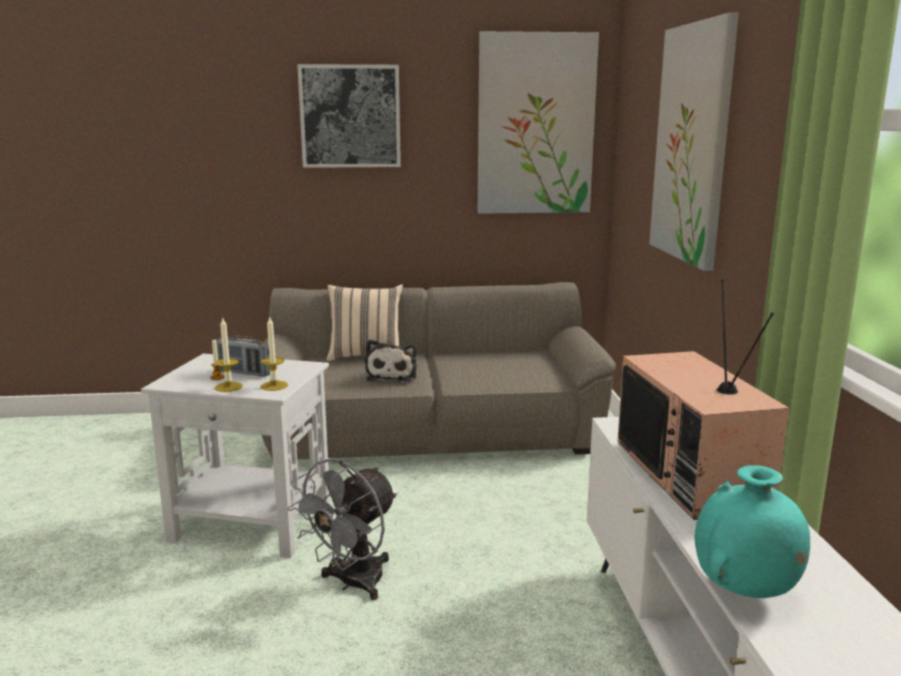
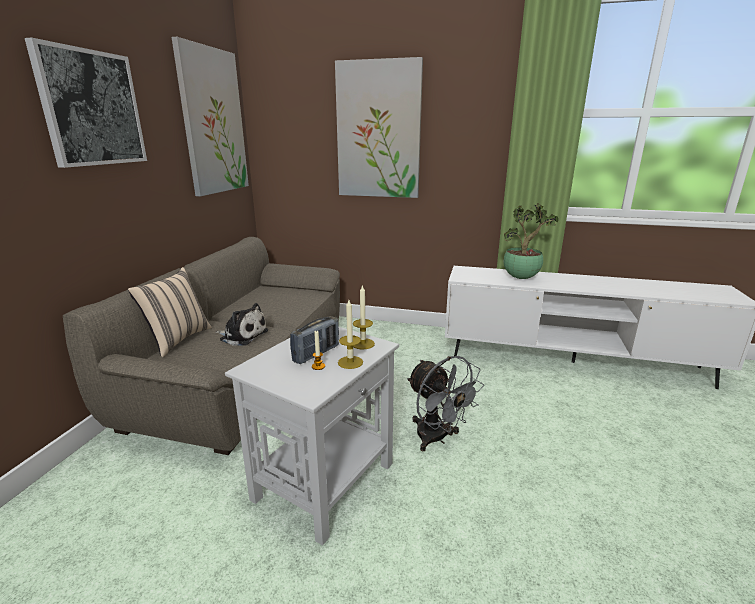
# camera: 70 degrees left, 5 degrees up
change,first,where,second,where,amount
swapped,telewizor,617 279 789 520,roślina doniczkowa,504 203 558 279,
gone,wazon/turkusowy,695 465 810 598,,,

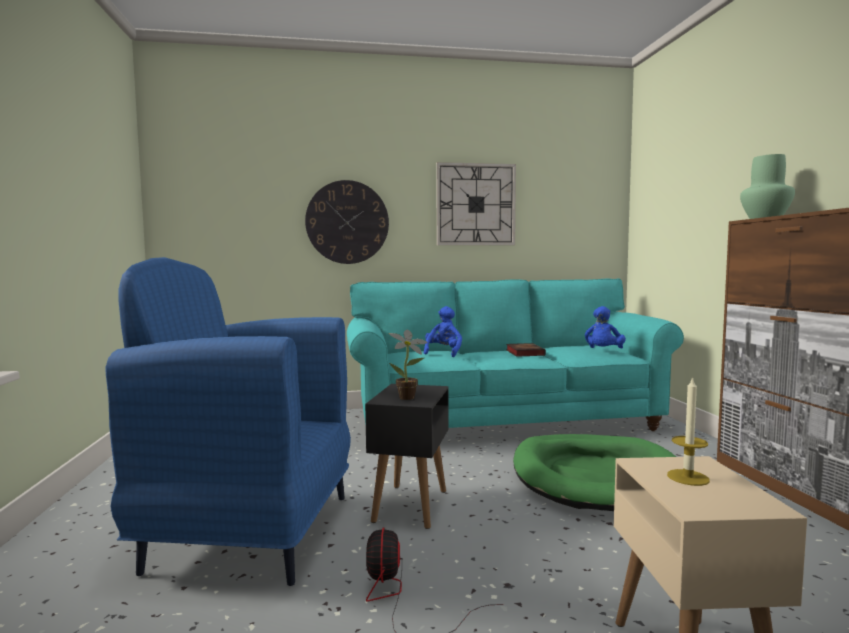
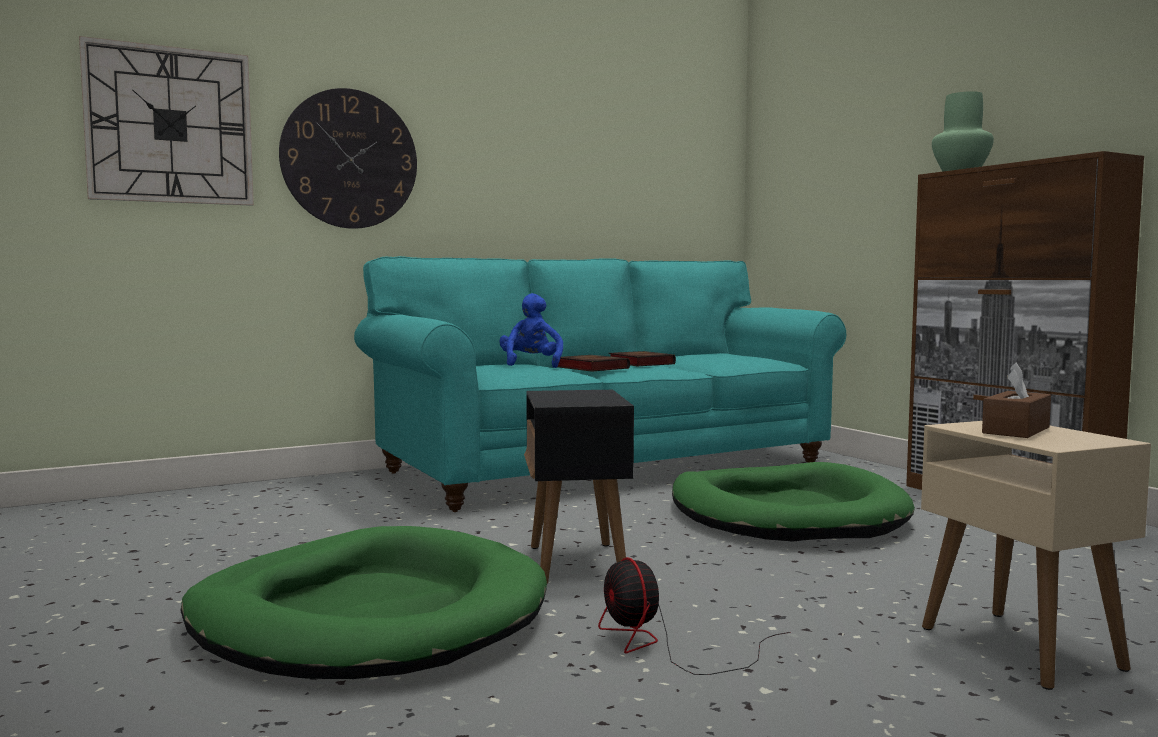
# camera: 20 degrees left, 0 degrees up
change,first,where,second,where,amount
shifted,zegar ścienny,436 162 516 245,,79 36 254 206,
swapped,fotel/niebieski,105 257 351 586,legowisko/zielony,180 526 547 679,
new,,,książka,557 355 630 372,
swapped,świeca,667 376 710 486,pudełko chusteczek/brązowy,982 363 1051 438,
gone,roślina doniczkowa,388 329 428 400,,,
gone,pluszak/niebieski,585 306 626 349,,,

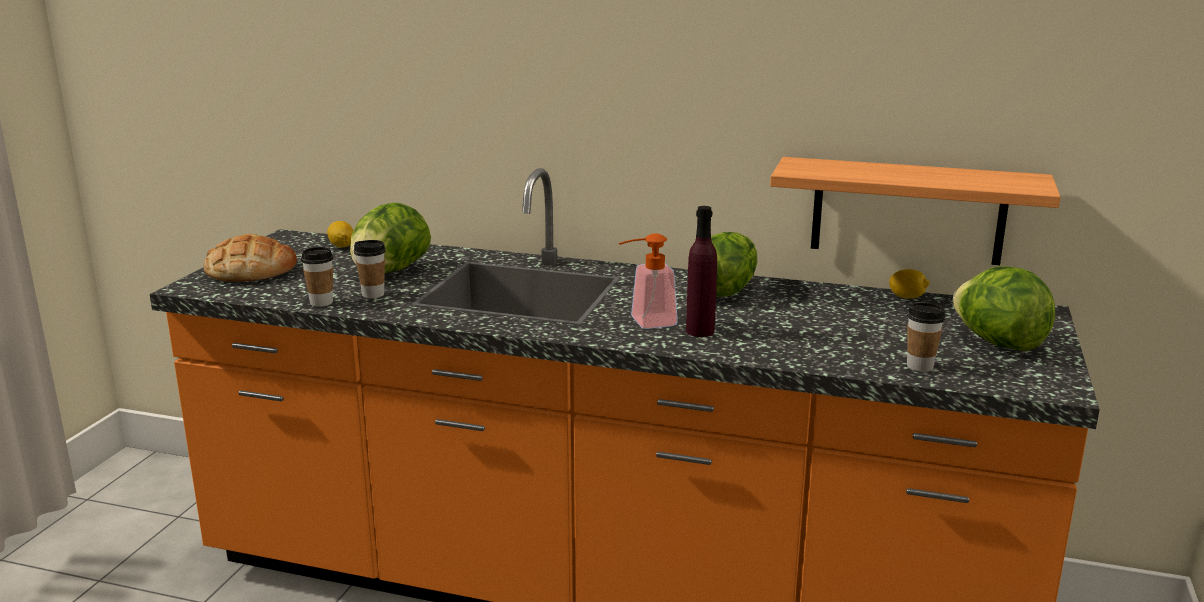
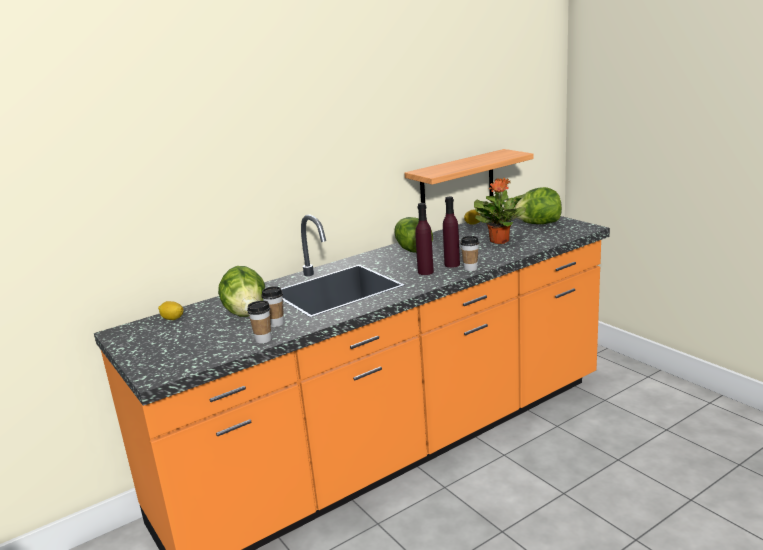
# camera: 50 degrees left, 0 degrees up
change,first,where,second,where,amount
swapped,dozownik mydła,619 233 678 329,butelka/fioletowy,415 203 434 275,
shifted,filiżanka,907 302 945 372,,460 236 479 271,
new,,,roślina doniczkowa,474 178 526 244,
gone,chleb,203 234 297 282,,,

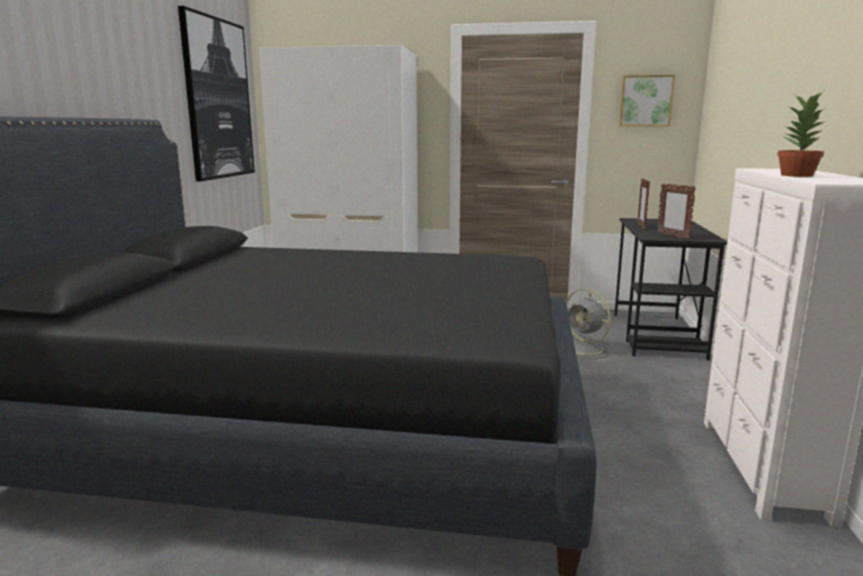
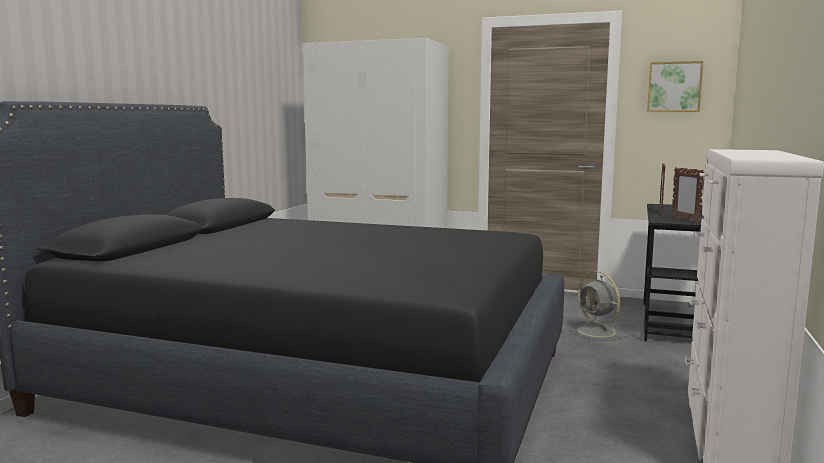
# camera: 10 degrees right, 5 degrees down
change,first,where,second,where,amount
gone,obraz,178 6 255 181,,,
gone,roślina doniczkowa,777 92 824 177,,,

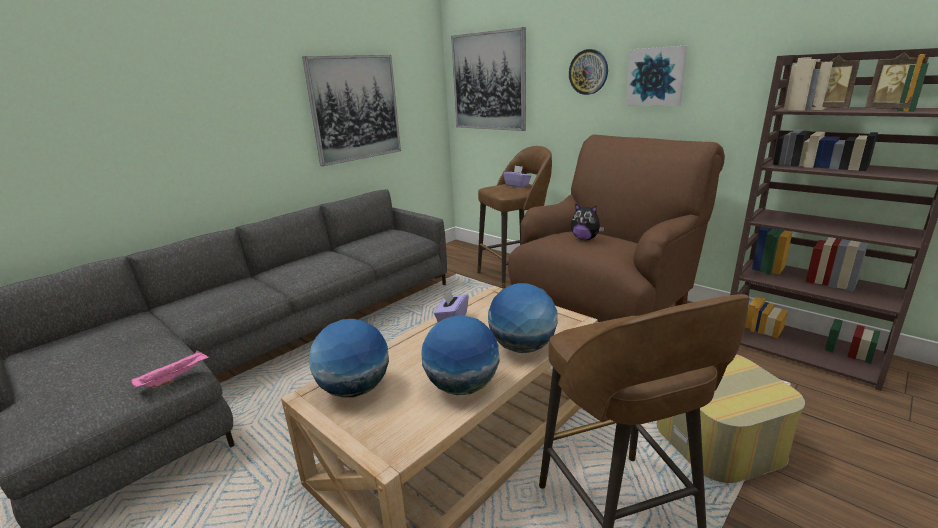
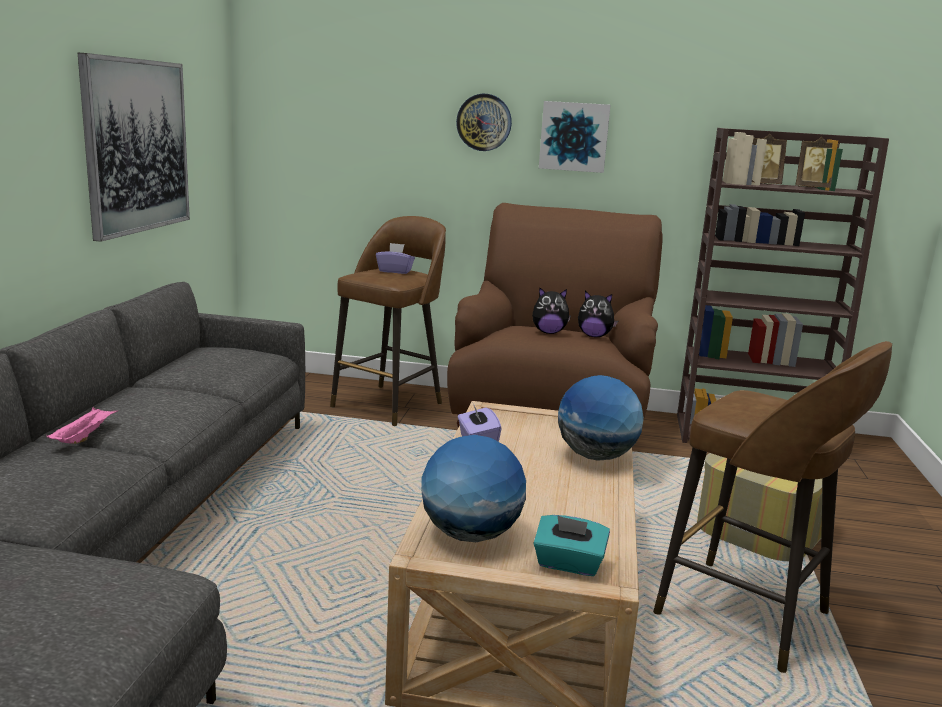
# camera: 35 degrees left, 5 degrees down
change,first,where,second,where,amount
shifted,taca/różowy,131 350 209 388,,47 407 118 444,
new,,,pudełko chusteczek/turkusowy,533 515 610 576,
new,,,pluszak,578 291 618 337,
gone,globus,421 315 500 395,,,
gone,obraz,451 27 526 131,,,

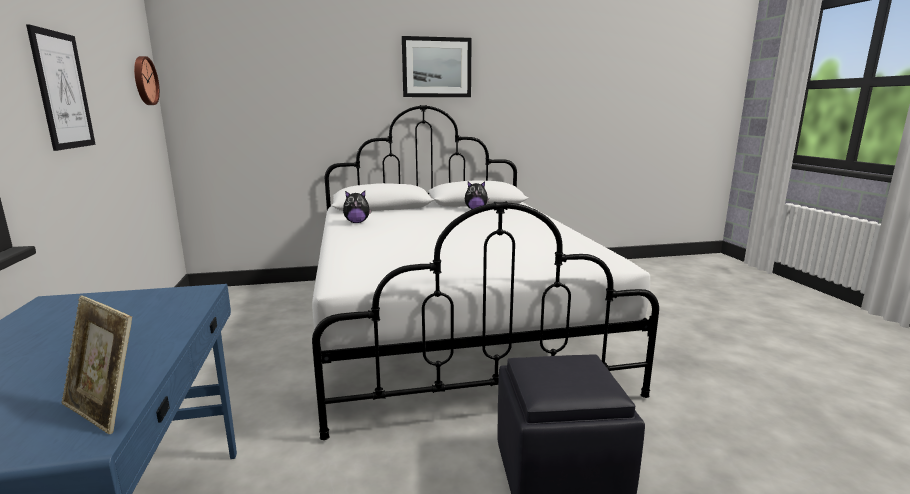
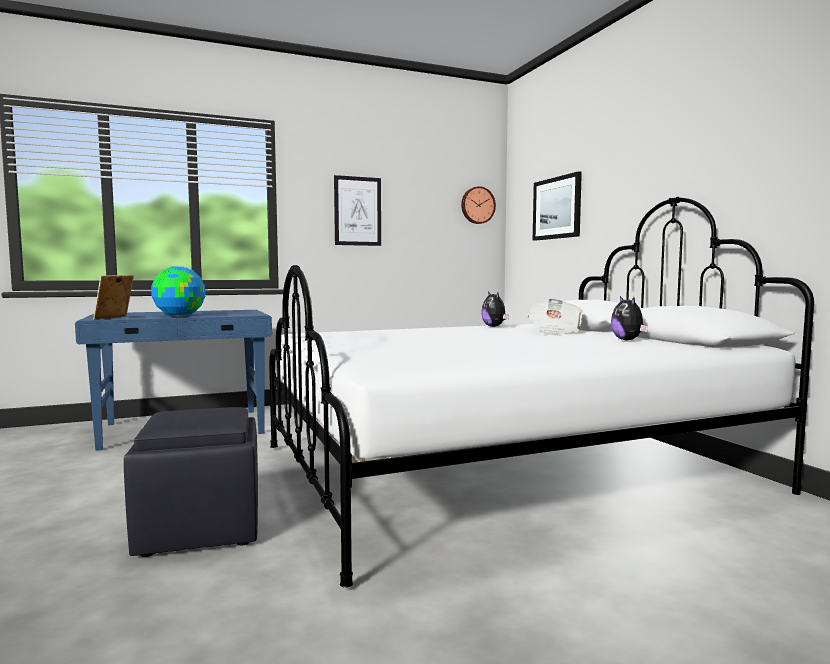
# camera: 80 degrees right, 10 degrees down
change,first,where,second,where,amount
new,,,globus,151 266 205 317,
new,,,gazeta,528 299 583 335,
shifted,obraz,402 36 472 97,,533 171 582 241,

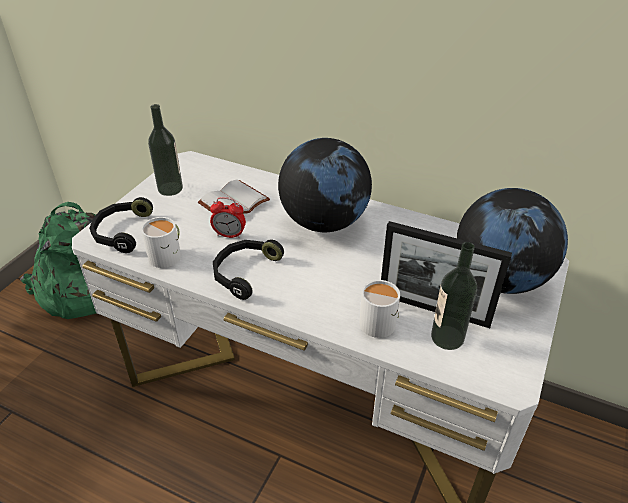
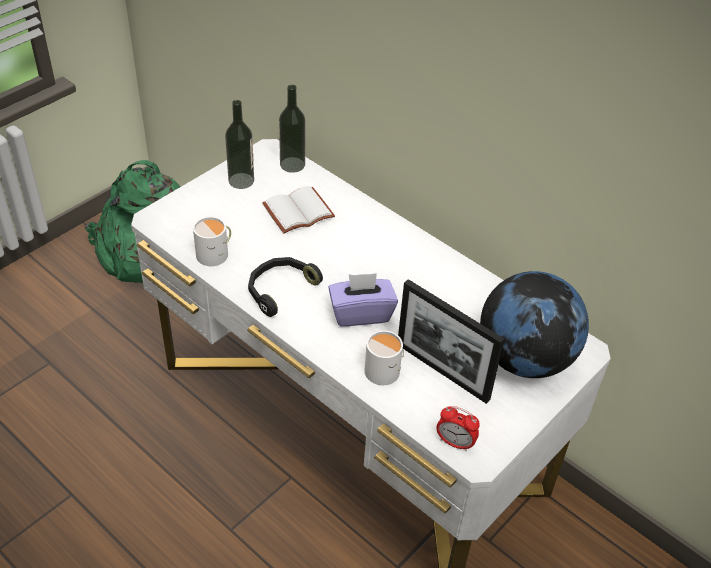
# camera: 15 degrees right, 5 degrees up
change,first,where,second,where,amount
shifted,butelka,431 242 477 350,,279 85 305 173,
new,,,pudełko chusteczek/fioletowy,328 273 398 327,
shifted,budzik,210 197 246 238,,436 406 480 451,
gone,słuchawki/czarny,89 197 153 253,,,
gone,globus,278 138 372 232,,,

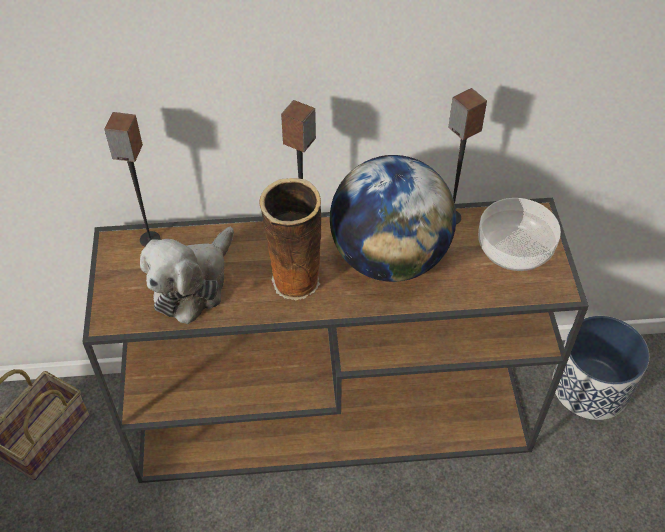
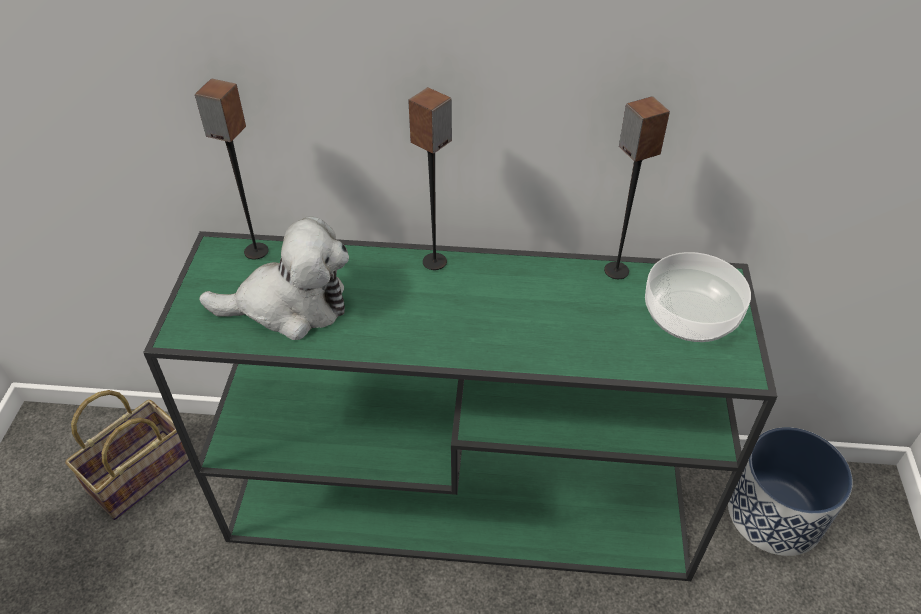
# camera: 10 degrees right, 5 degrees down
change,first,where,second,where,amount
repainted,stolik konsolowy/brązowy,82 198 589 483,stolik konsolowy/zielony,143 231 778 581,
rotated,pluszak,140 227 234 324,,199 216 349 340,135 degrees counterclockwise
gone,wazon,260 178 321 300,,,
gone,globus,330 155 456 282,,,

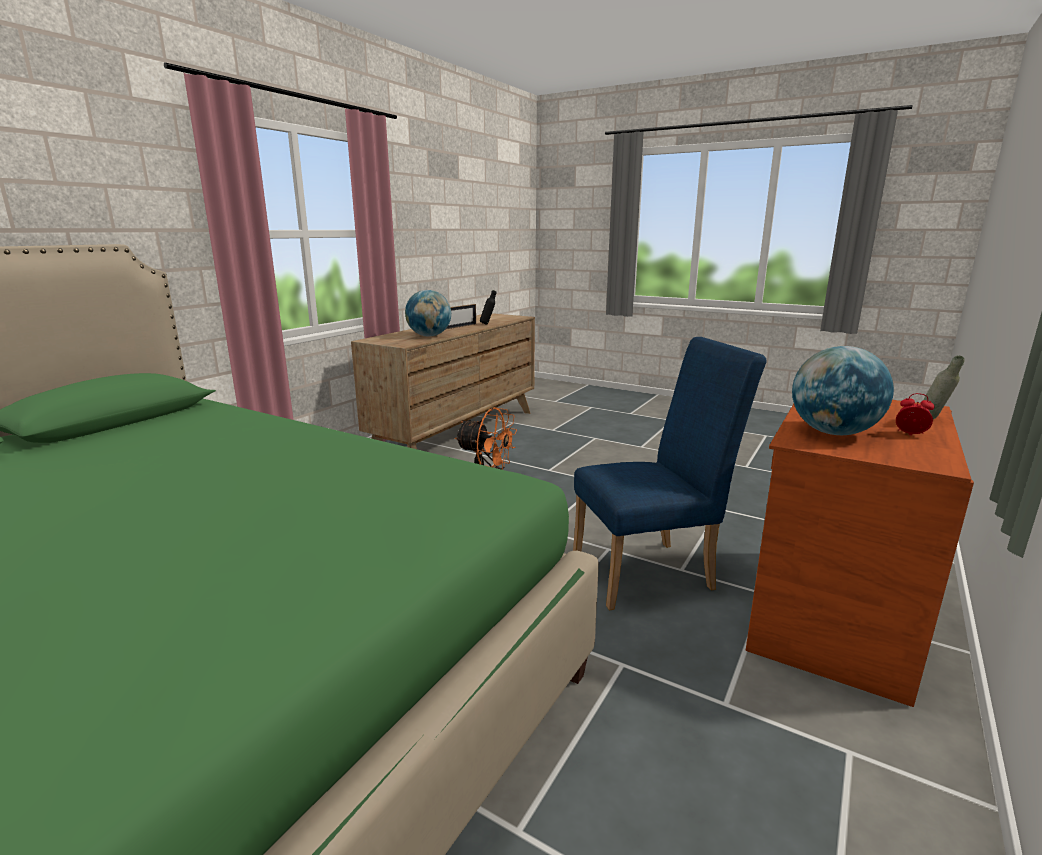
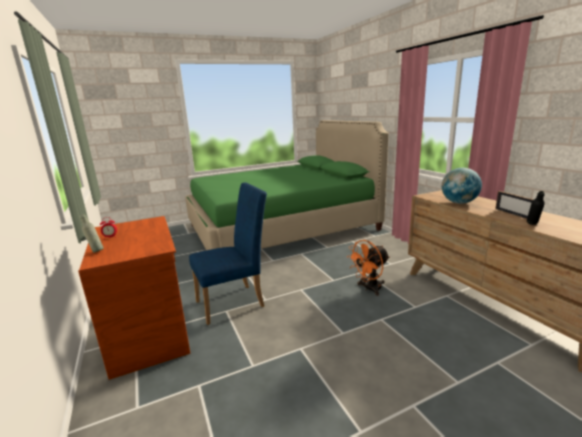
# camera: 125 degrees right, 0 degrees up
change,first,where,second,where,amount
rotated,krzesło/niebieski,573 337 767 611,,189 182 267 325,135 degrees counterclockwise
gone,globus,792 346 894 435,,,

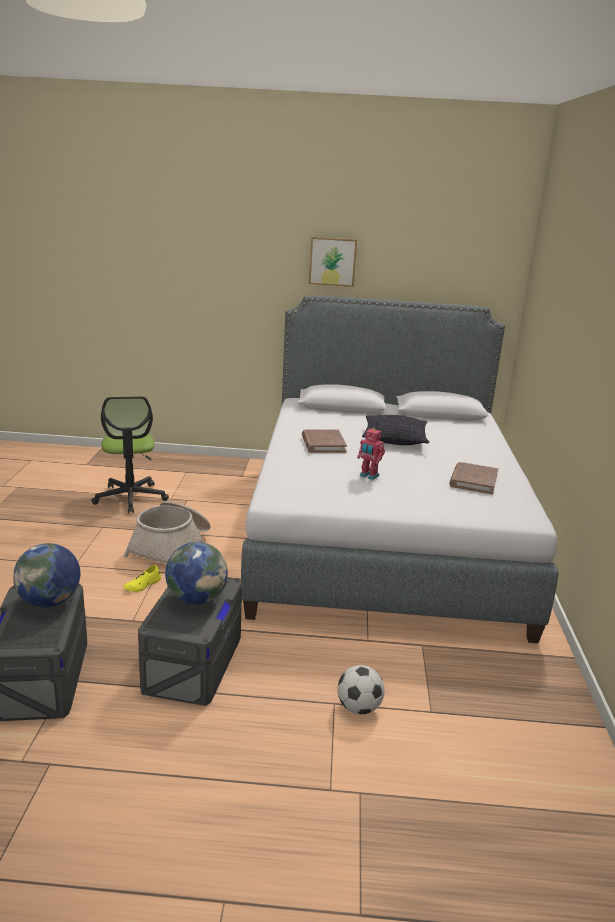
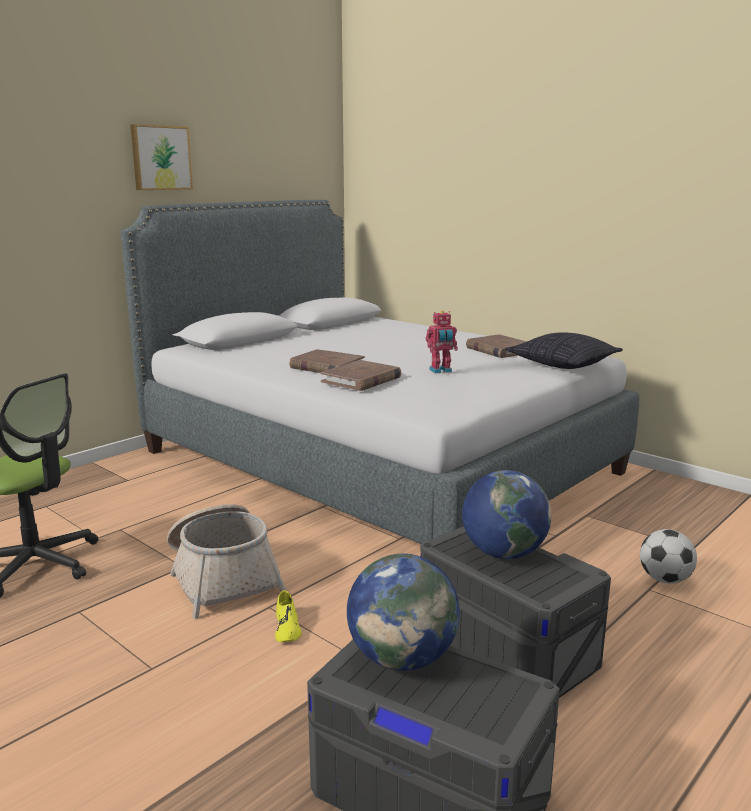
# camera: 50 degrees left, 5 degrees down
change,first,where,second,where,amount
new,,,książka/brązowy,321 360 401 391,
shifted,poduszka,362 415 429 445,,505 332 623 369,

